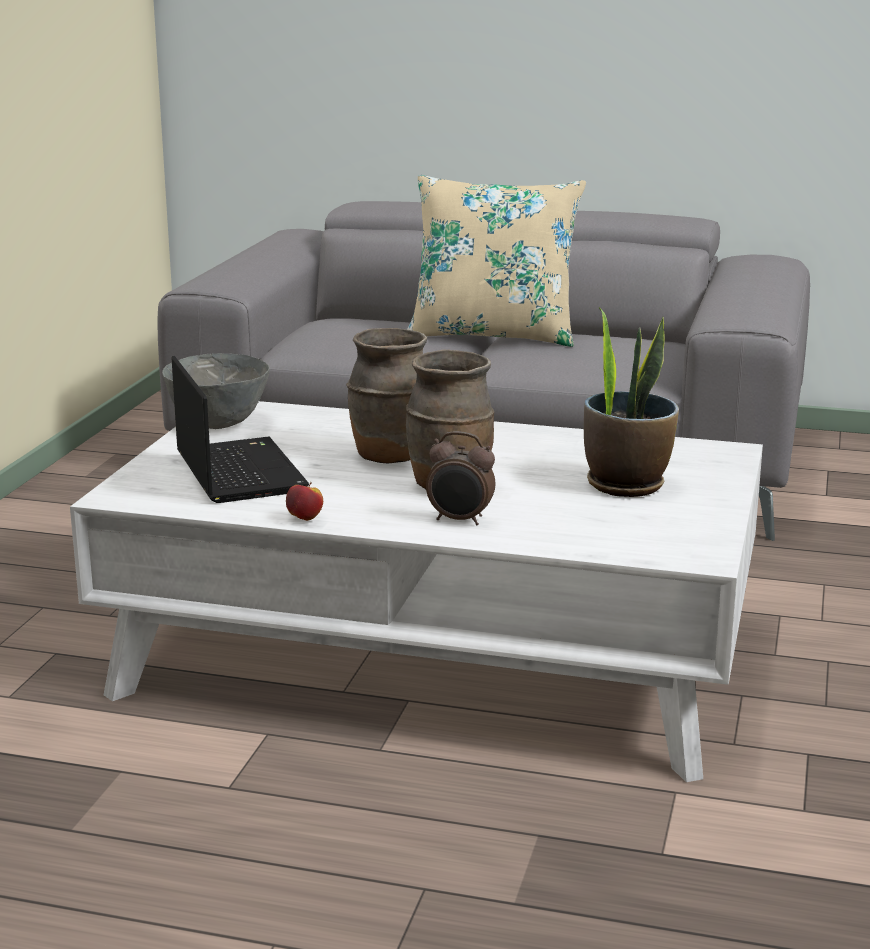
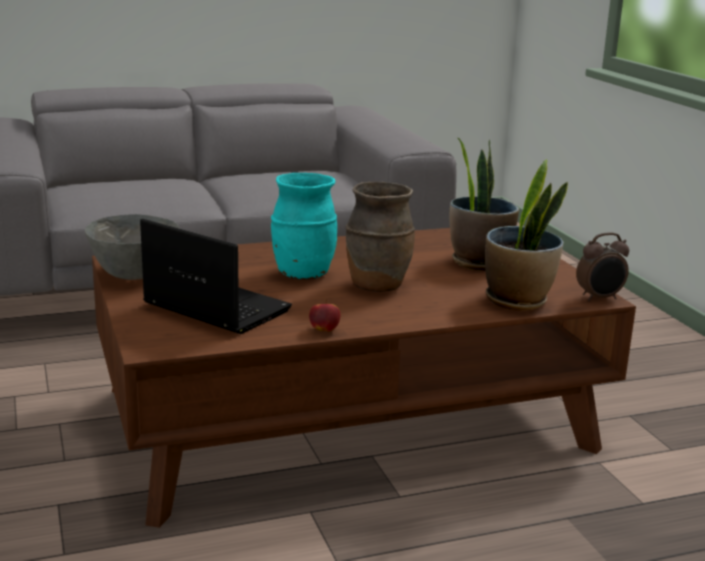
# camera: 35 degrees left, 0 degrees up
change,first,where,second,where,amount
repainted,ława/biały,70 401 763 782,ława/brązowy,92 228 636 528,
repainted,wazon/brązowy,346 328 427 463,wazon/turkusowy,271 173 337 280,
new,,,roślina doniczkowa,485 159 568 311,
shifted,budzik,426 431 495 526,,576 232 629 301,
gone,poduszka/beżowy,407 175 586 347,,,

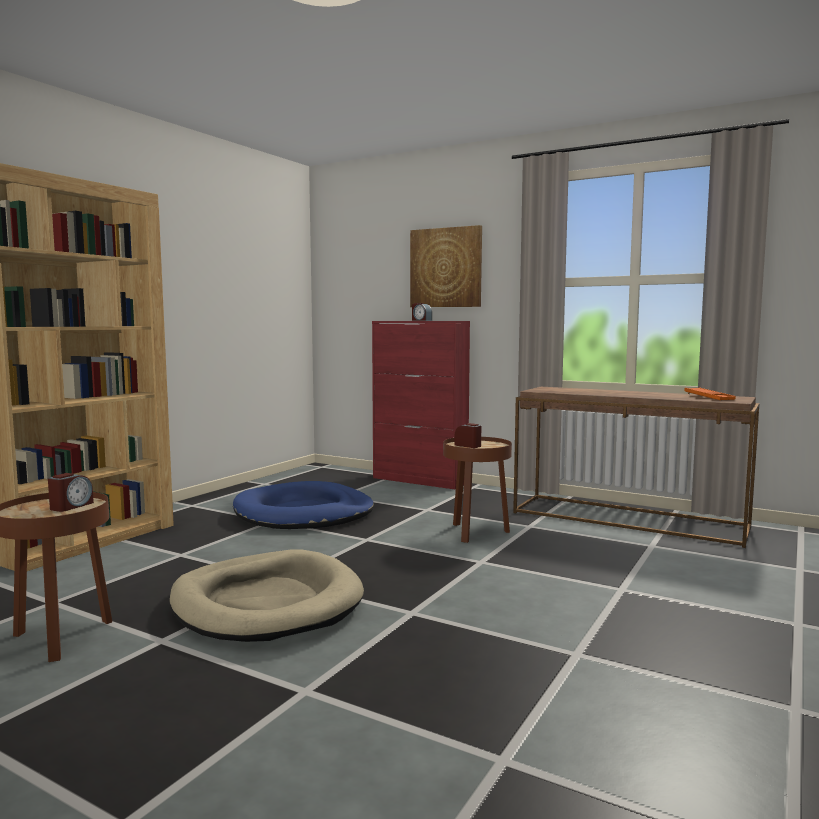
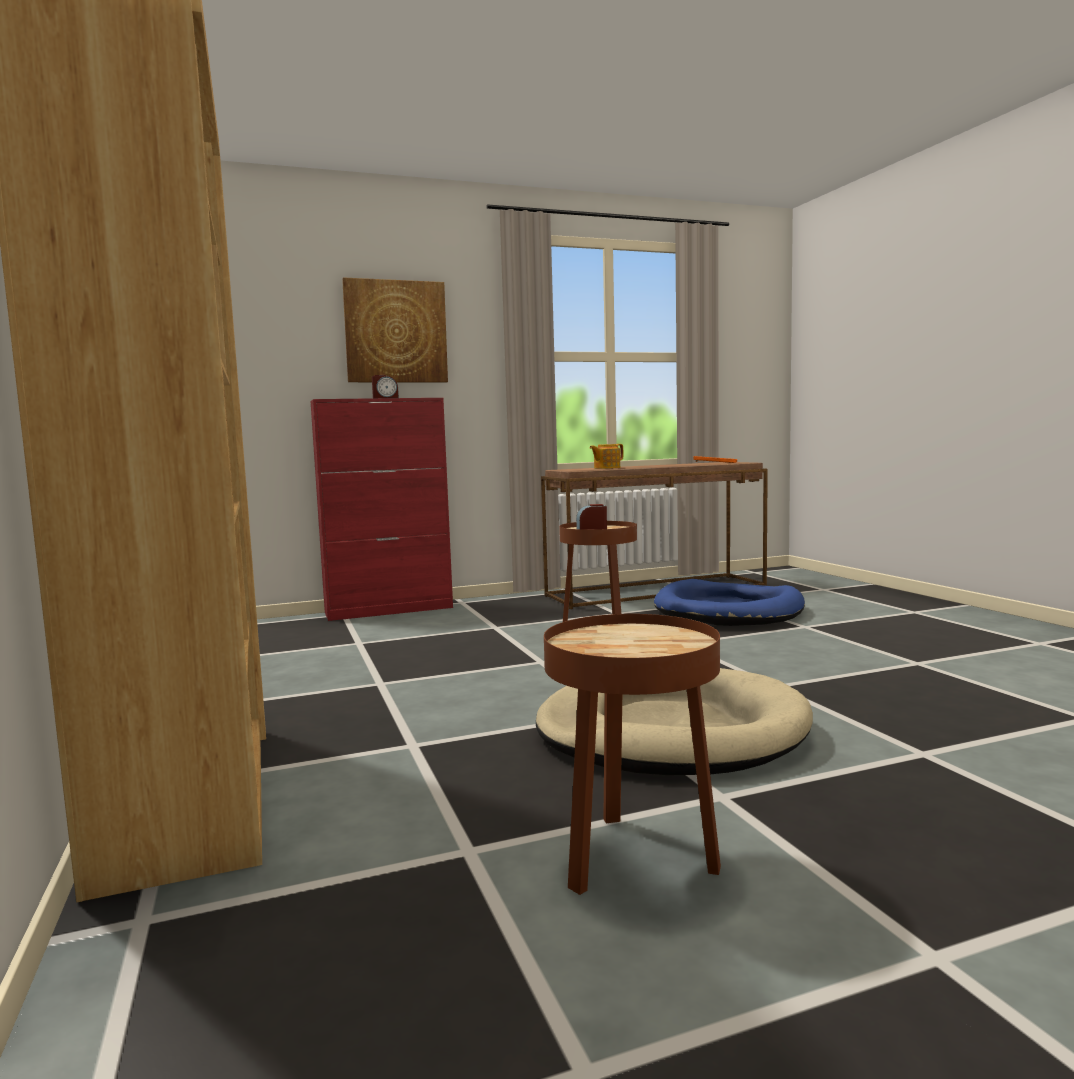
# camera: 50 degrees left, 0 degrees up
change,first,where,second,where,amount
new,,,imbryk,590 444 623 469,
shifted,legowisko/niebieski,233 481 374 529,,654 579 805 626,
gone,budzik,48 473 94 512,,,

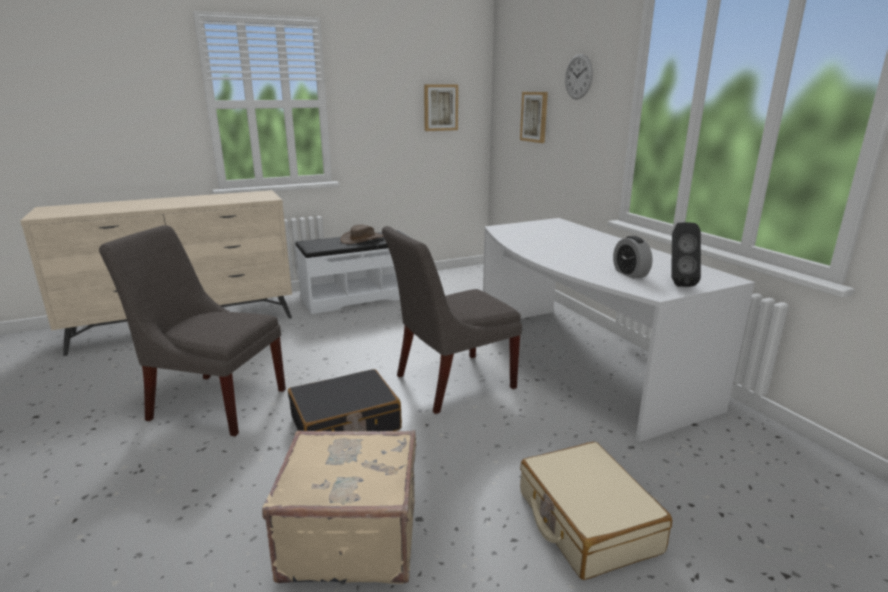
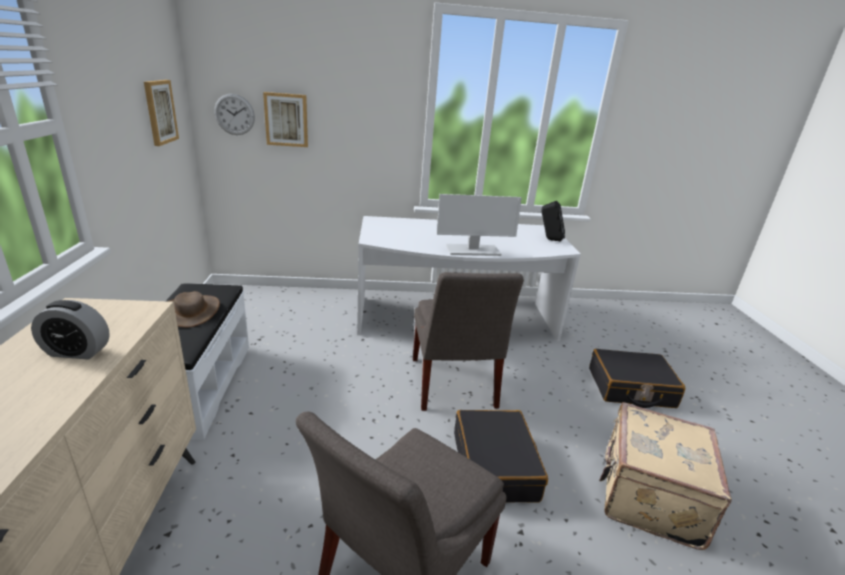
# camera: 70 degrees left, 5 degrees up
change,first,where,second,where,amount
shifted,budzik,613 236 653 279,,31 300 110 360,
shifted,zegar ścienny,565 54 593 100,,214 94 255 135,
new,,,monitor,437 194 522 256,
repainted,walizka/beżowy,520 442 672 580,walizka/czarny,589 349 685 408,

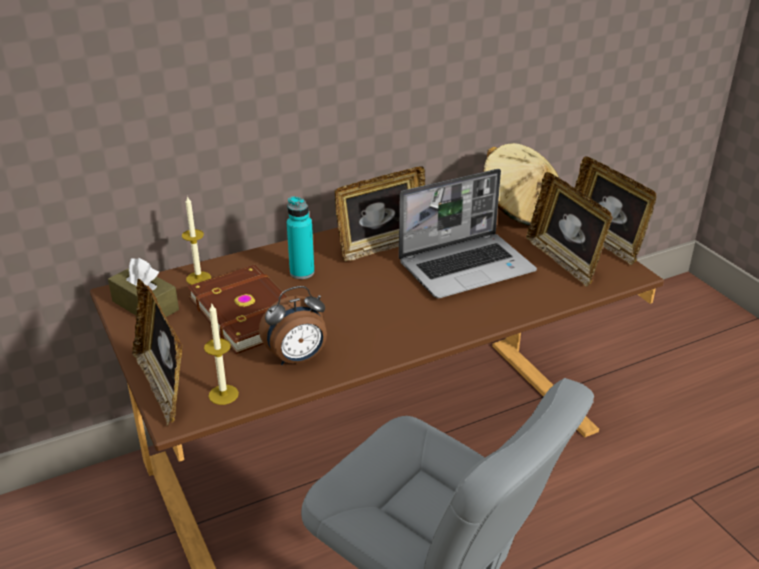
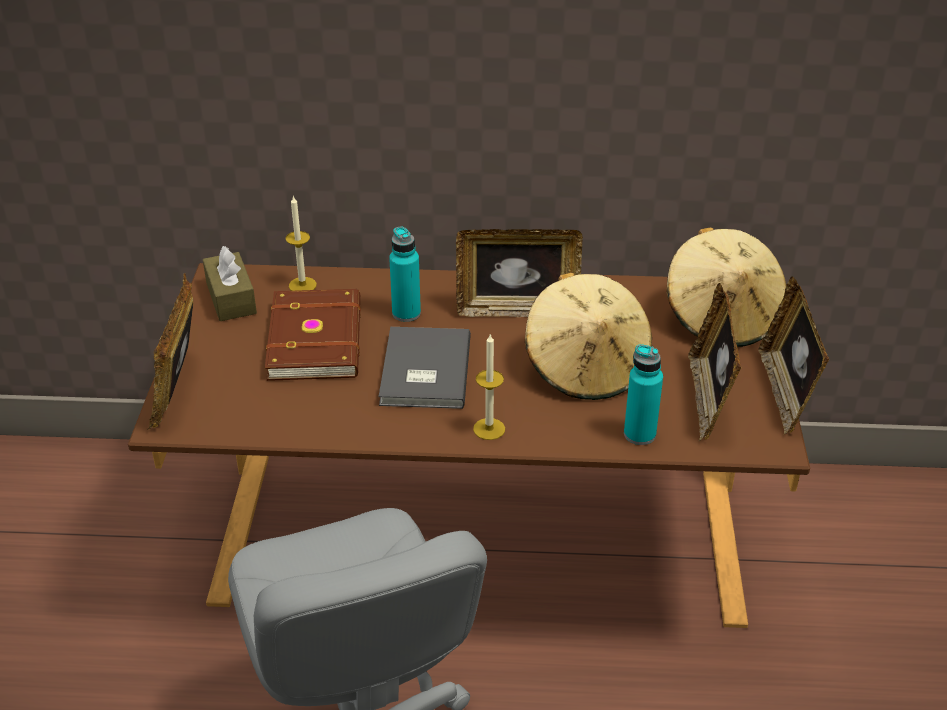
# camera: 30 degrees right, 5 degrees up
change,first,where,second,where,amount
new,,,książka/szary,379 327 471 409,
shifted,świeca,204 304 239 405,,473 333 505 440,
swapped,laptop,399 169 537 298,kapelusz/beżowy,525 273 652 400,
new,,,butelka/turkusowy,624 344 663 445,
gone,budzik,259 286 327 365,,,

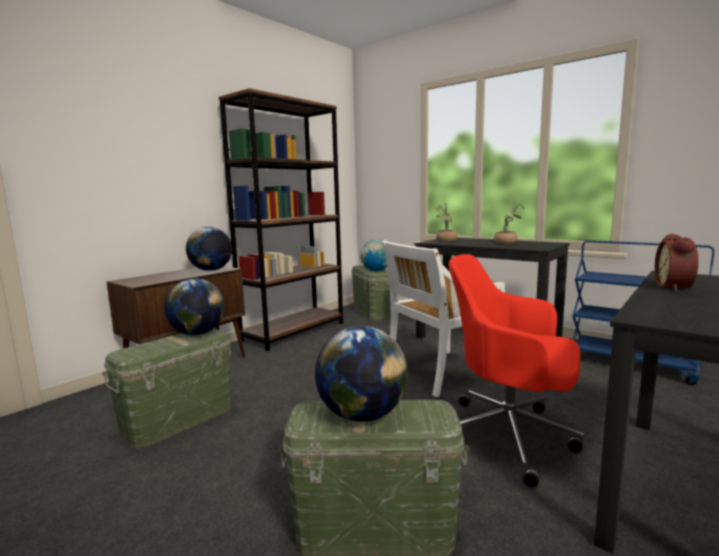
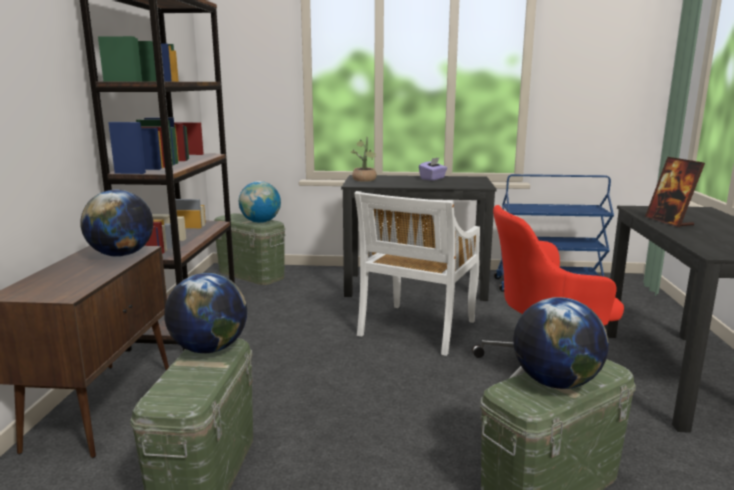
# camera: 35 degrees left, 5 degrees up
change,first,where,second,where,amount
swapped,roślina doniczkowa,494 201 525 243,pudełko chusteczek/fioletowy,419 157 447 181,
swapped,budzik,655 234 698 291,ramka na zdjęcie,645 157 705 227,

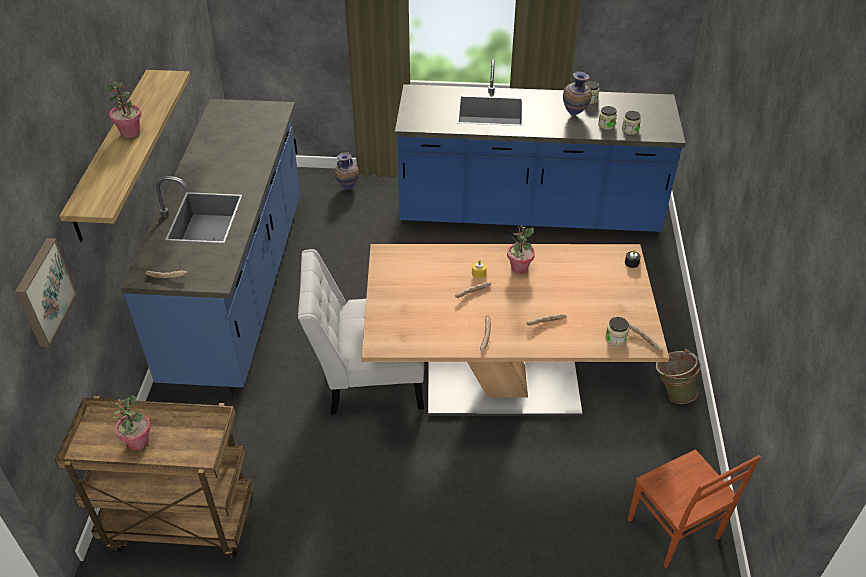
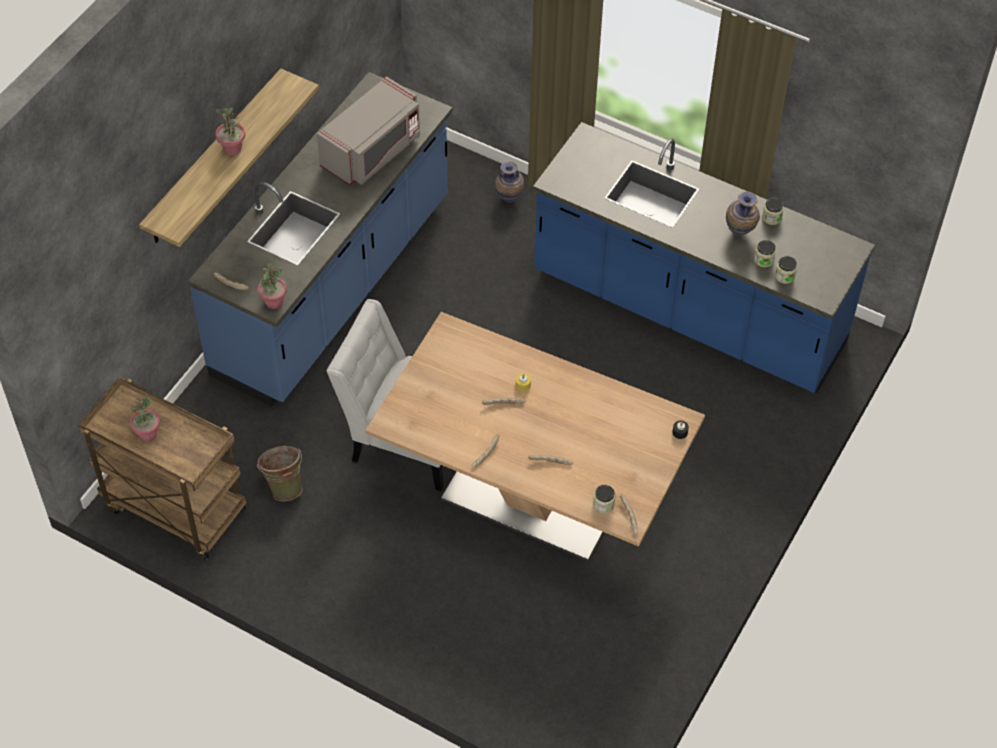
# camera: 25 degrees right, 10 degrees up
change,first,where,second,where,amount
shifted,wiadro/zielony,656 349 701 404,,257 446 302 501,
shifted,roślina doniczkowa,507 225 535 274,,258 264 287 309,
new,,,mikrofalówka/szary,317 76 420 185,
gone,obraz,15 238 78 347,,,
gone,krzesło/brązowy,628 449 761 568,,,

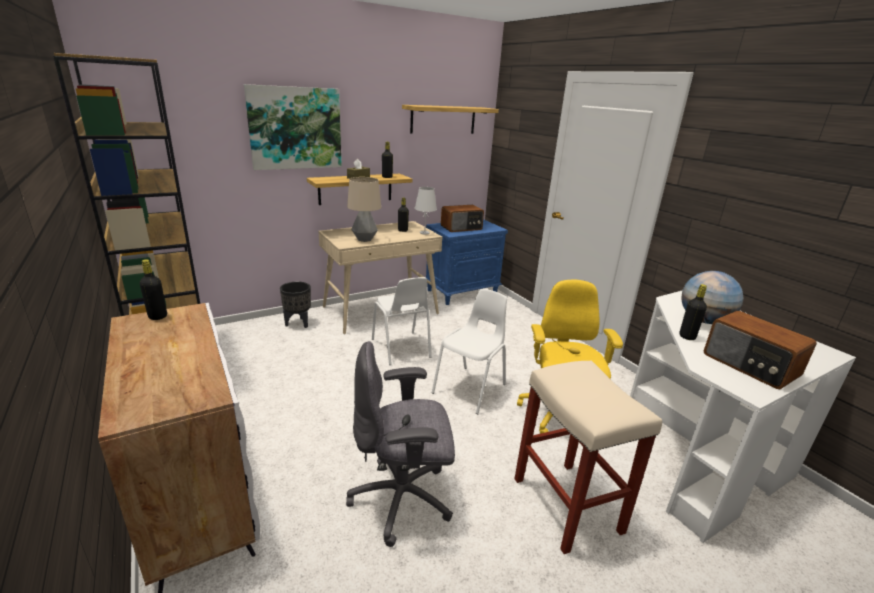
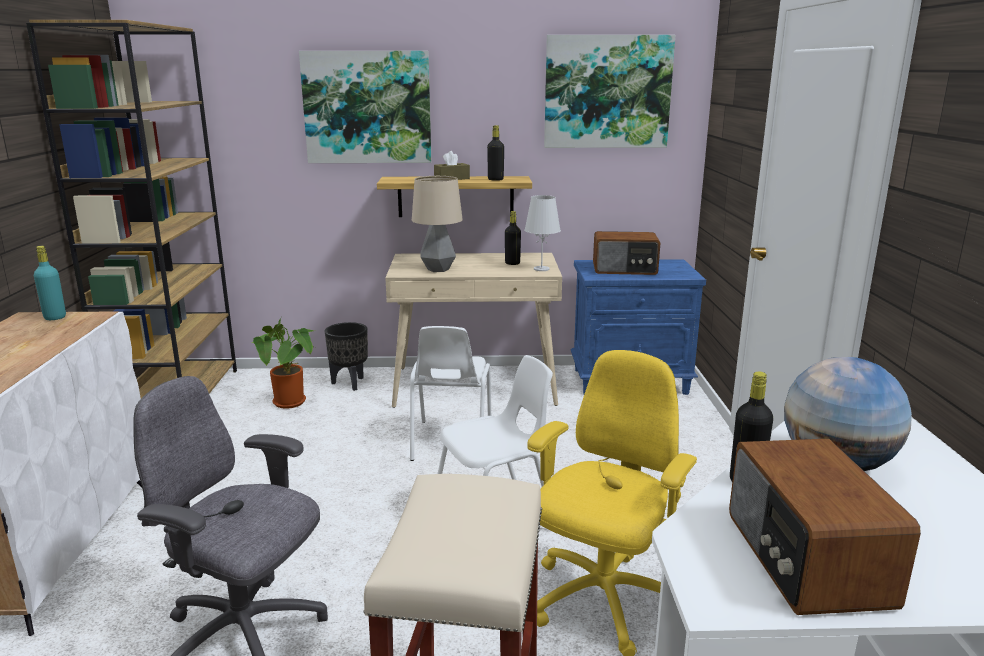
# camera: 30 degrees right, 5 degrees down
change,first,where,second,where,amount
repainted,butelka/czarny,140 259 167 320,butelka/turkusowy,34 246 66 320,
new,,,roślina doniczkowa,252 317 315 409,
swapped,półka,402 105 499 134,obraz,544 35 675 148,

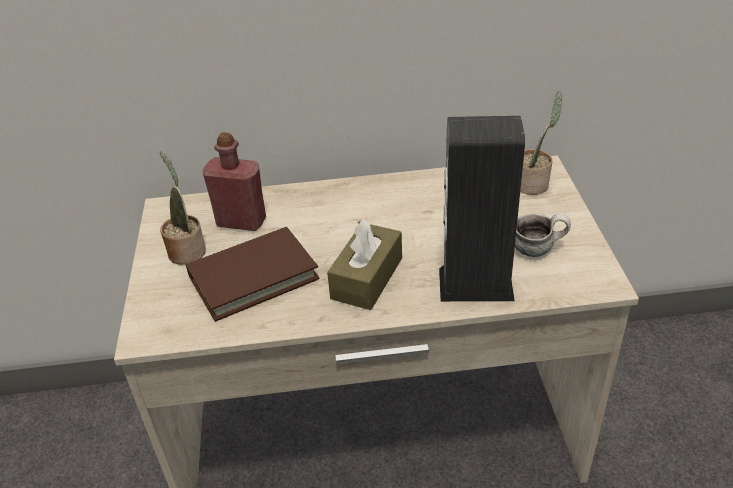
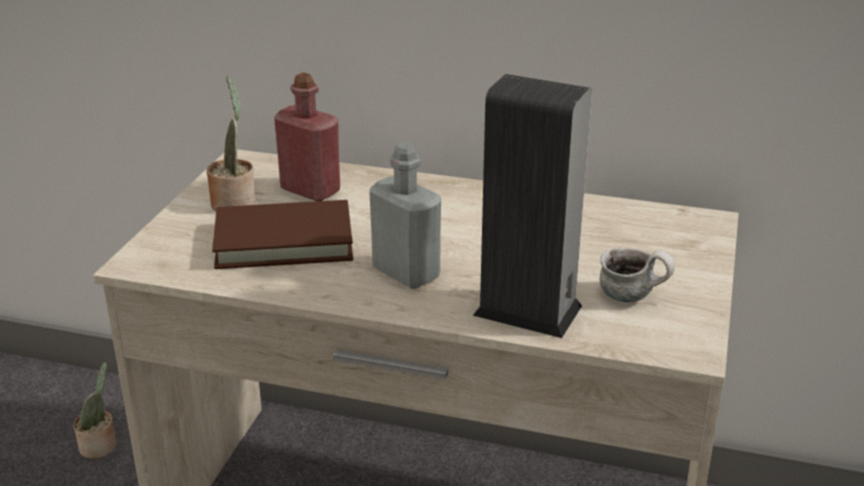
# camera: 20 degrees right, 10 degrees down
change,first,where,second,where,amount
shifted,roślina doniczkowa,520 91 562 195,,74 362 116 459,
swapped,pudełko chusteczek/brązowy,327 219 402 310,butelka/szary,369 142 441 289,

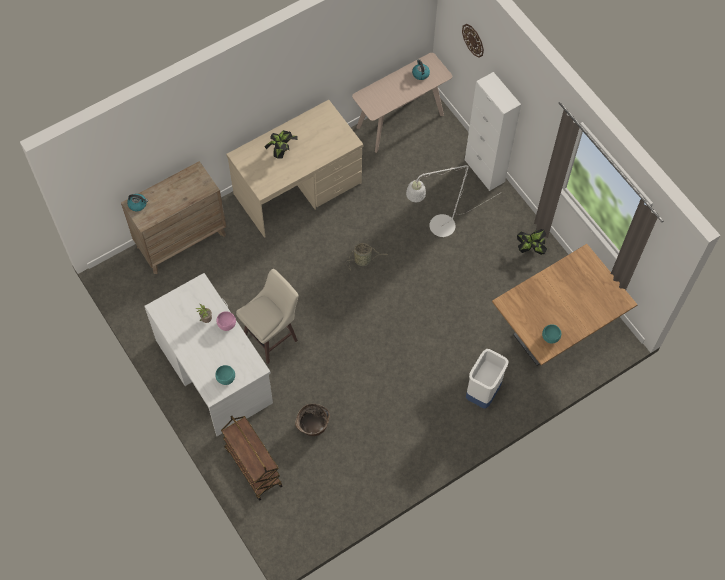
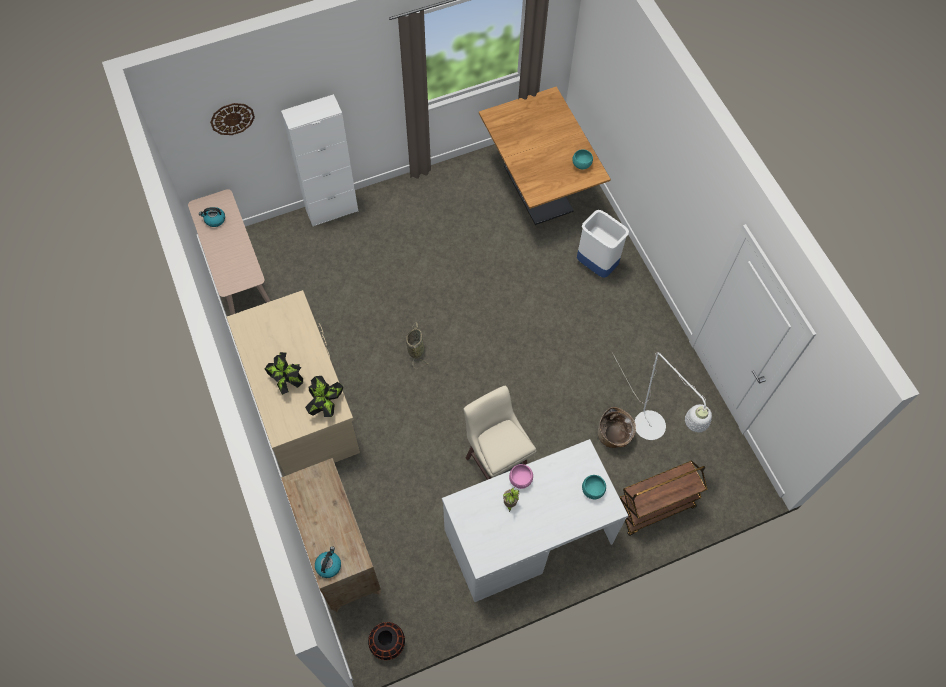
# camera: 80 degrees left, 0 degrees up
change,first,where,second,where,amount
shifted,roślina doniczkowa,517 229 547 255,,305 376 344 417,
new,,,wazon/czarny,368 622 405 660,
shifted,lampa stojąca/biały,406 165 500 237,,613 352 712 440,

